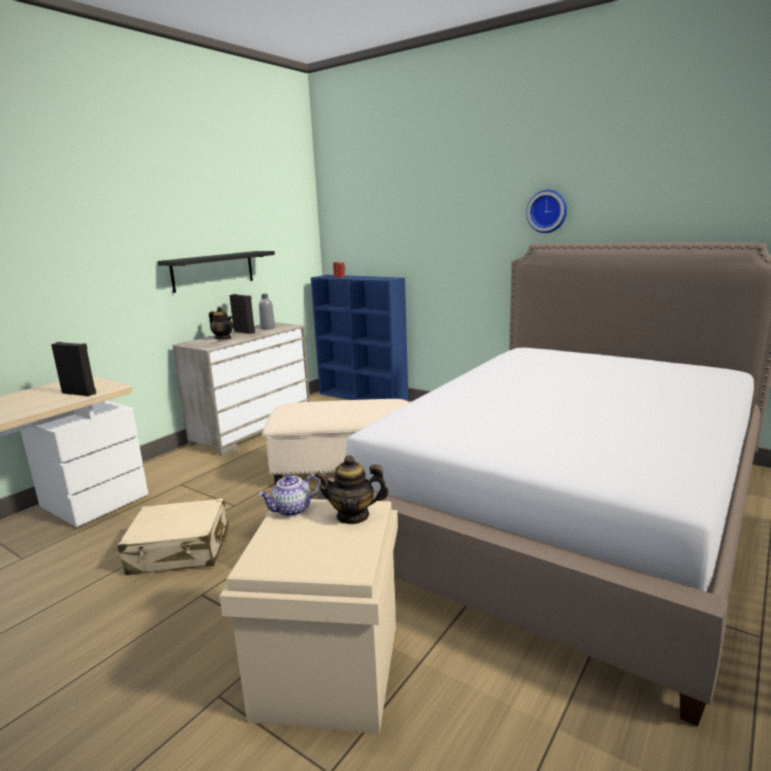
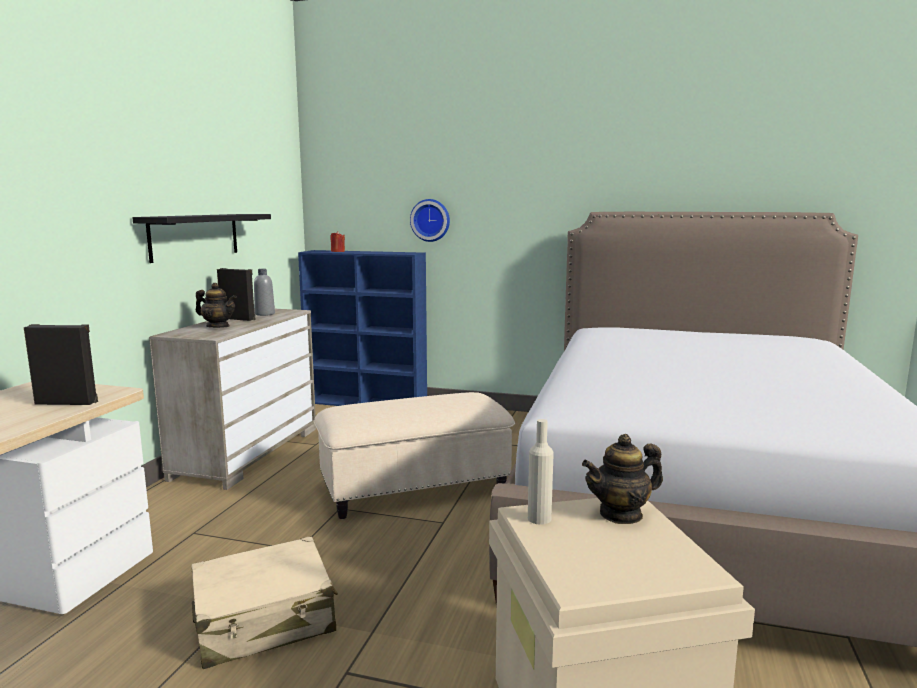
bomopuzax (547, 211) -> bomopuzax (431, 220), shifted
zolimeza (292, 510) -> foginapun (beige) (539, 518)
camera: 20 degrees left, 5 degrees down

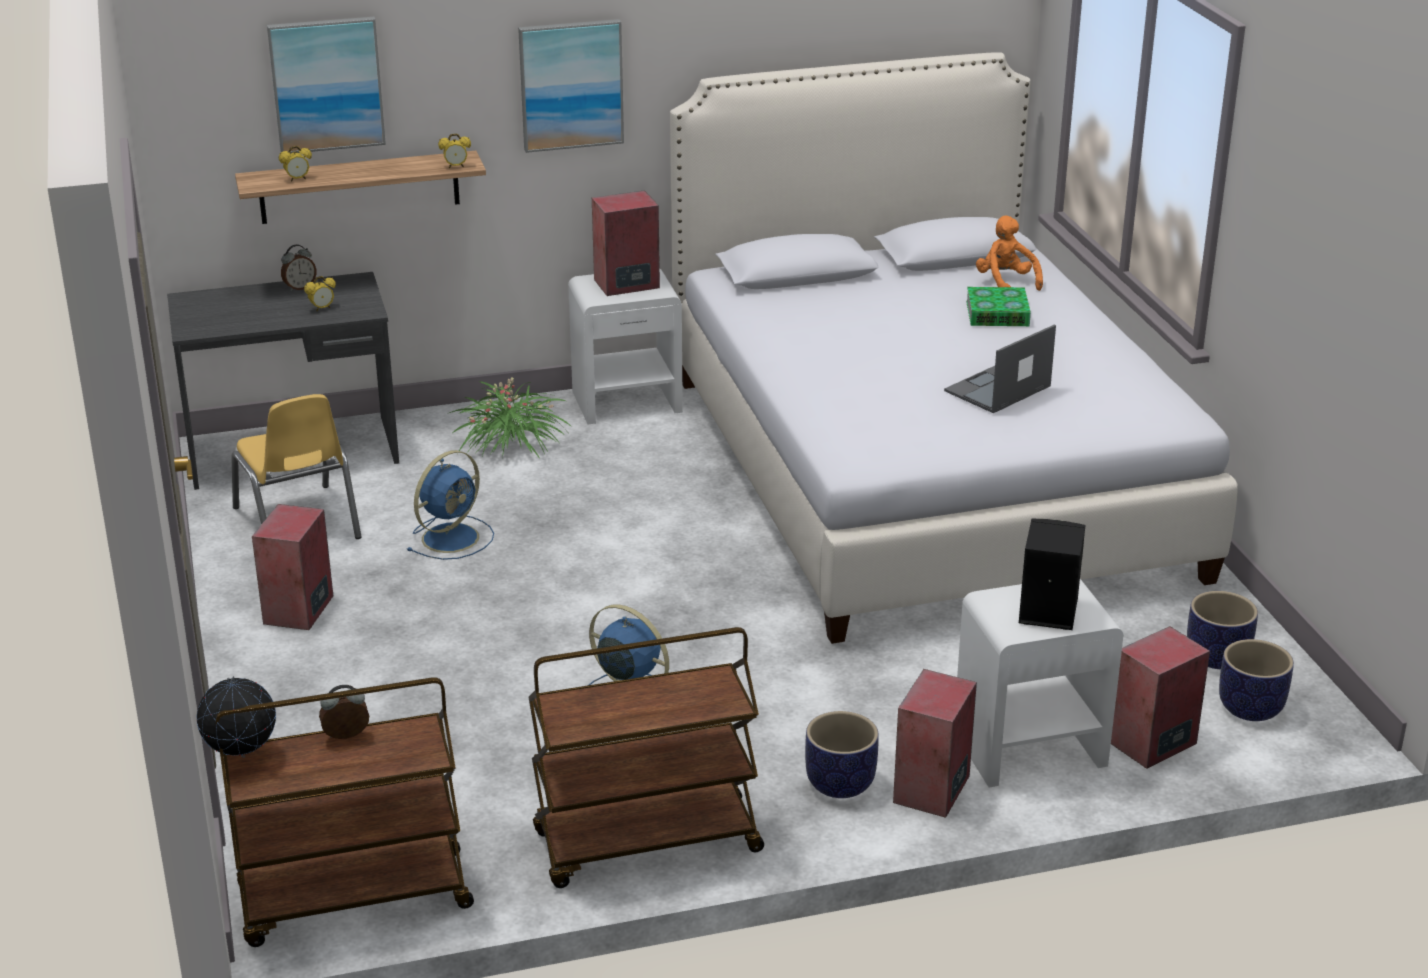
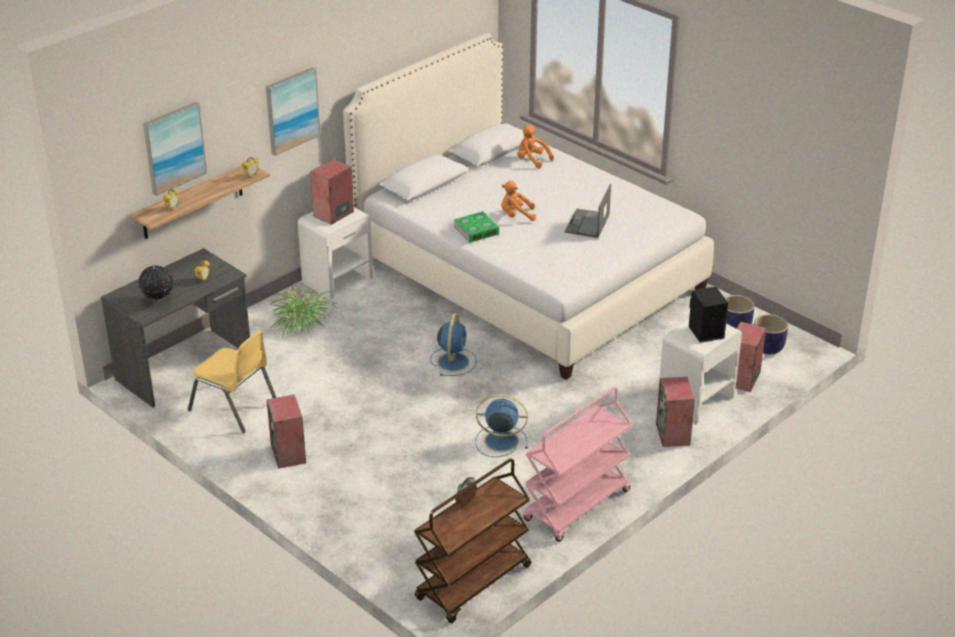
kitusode (241, 756) -> kitusode (158, 300), shifted
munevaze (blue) (452, 537) -> munevaze (blue) (453, 361), shifted
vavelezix (997, 313) -> vavelezix (476, 231), shifted
none -> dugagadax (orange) (516, 216)
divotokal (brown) (646, 844) -> divotokal (pink) (577, 506)
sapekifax (299, 287) -> none
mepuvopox (839, 784) -> none
camera: 30 degrees left, 5 degrees up

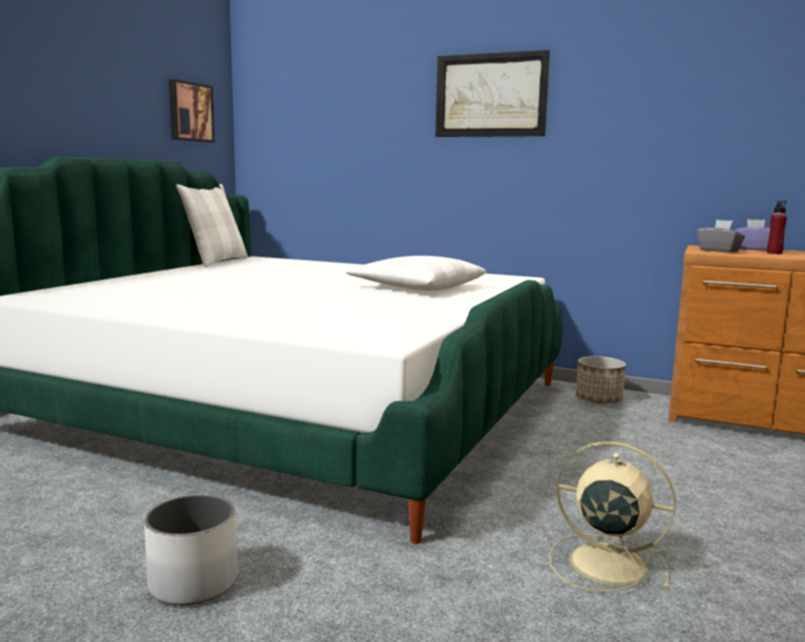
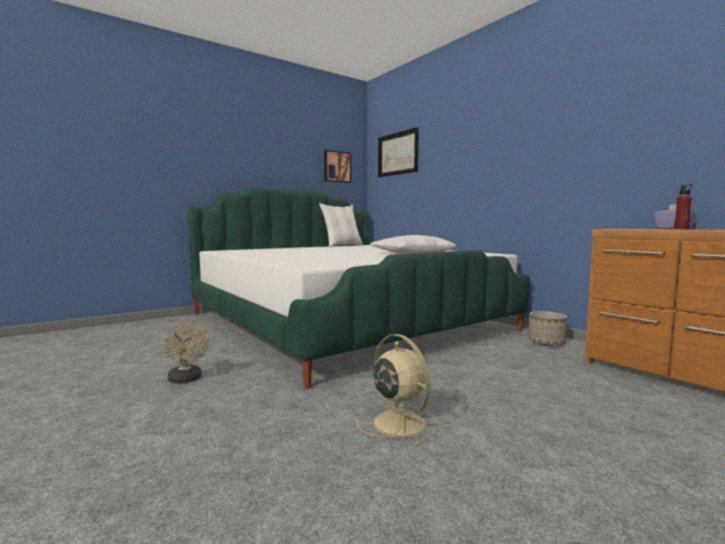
mepuvopox (white) (193, 582) -> munevaze (beige) (187, 380)
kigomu (491, 95) -> kigomu (397, 154), shifted
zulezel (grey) (719, 250) -> none
camera: 30 degrees right, 5 degrees down

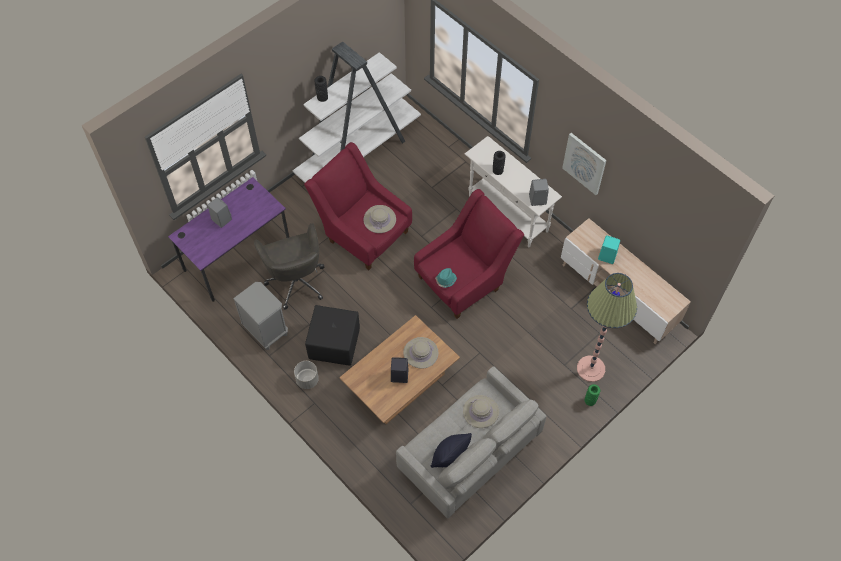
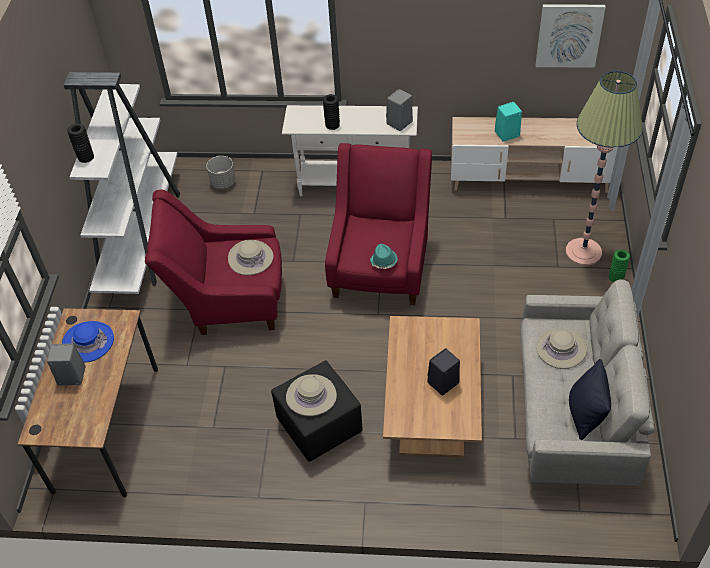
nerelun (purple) (237, 257) -> nerelun (brown) (107, 428)
none -> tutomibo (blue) (88, 342)
mepuvopox (grey) (307, 380) -> mepuvopox (grey) (223, 182), shifted
tutomibo (beige) (420, 353) -> tutomibo (beige) (311, 396), shifted
kigomu (584, 163) -> kigomu (569, 35), shifted
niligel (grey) (265, 330) -> none
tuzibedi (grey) (296, 281) -> none
camera: 40 degrees left, 10 degrees down

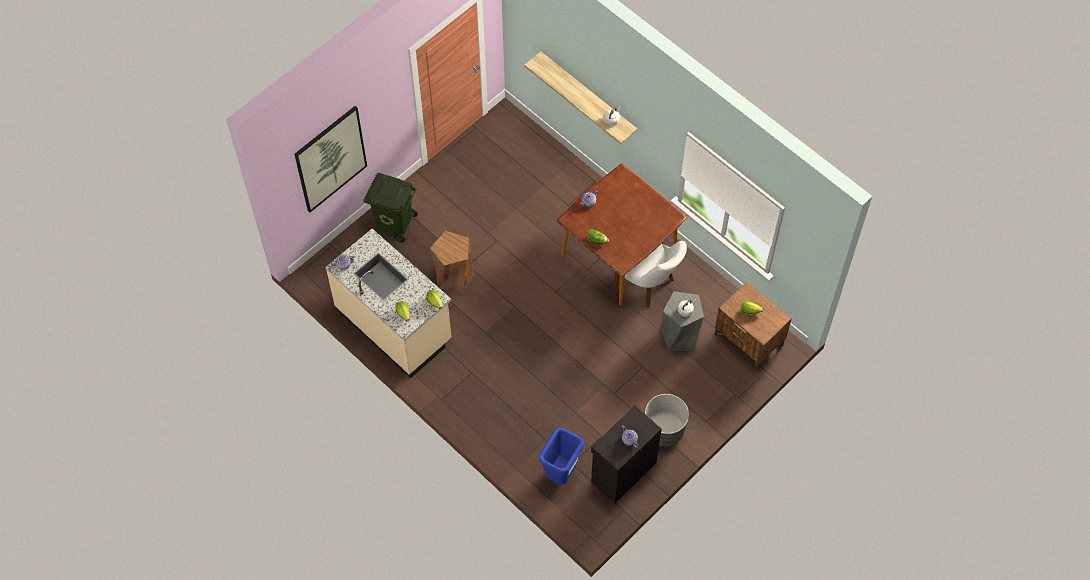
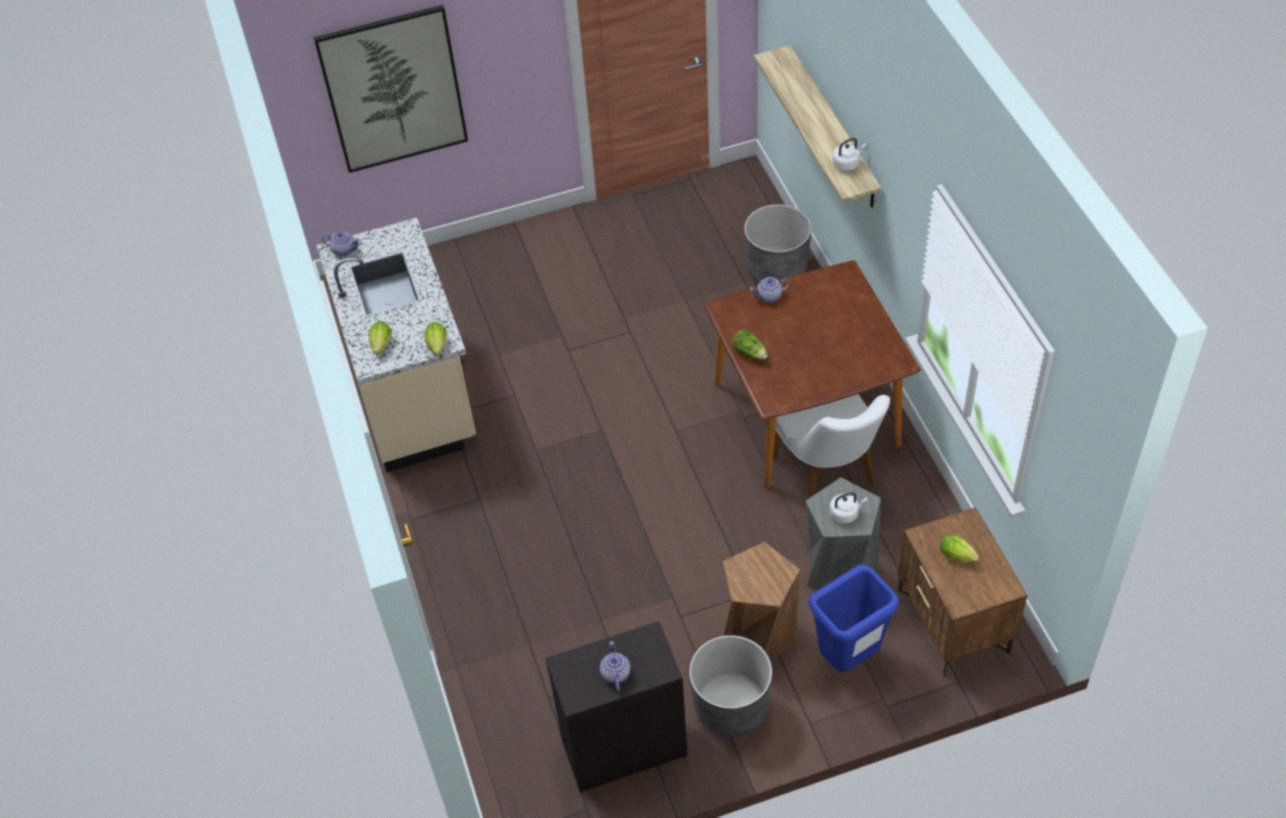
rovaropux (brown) (453, 276) -> rovaropux (brown) (758, 632), shifted
none -> mepuvopox (grey) (777, 269)
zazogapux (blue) (560, 474) -> zazogapux (blue) (847, 658), shifted
zazogapux (green) (394, 223) -> none
camera: 30 degrees right, 10 degrees down

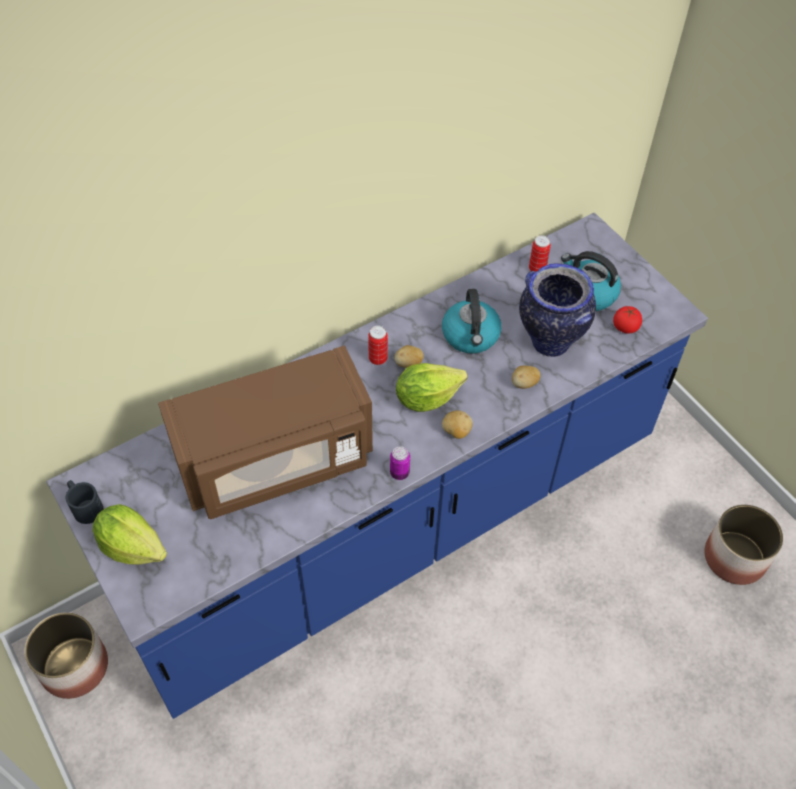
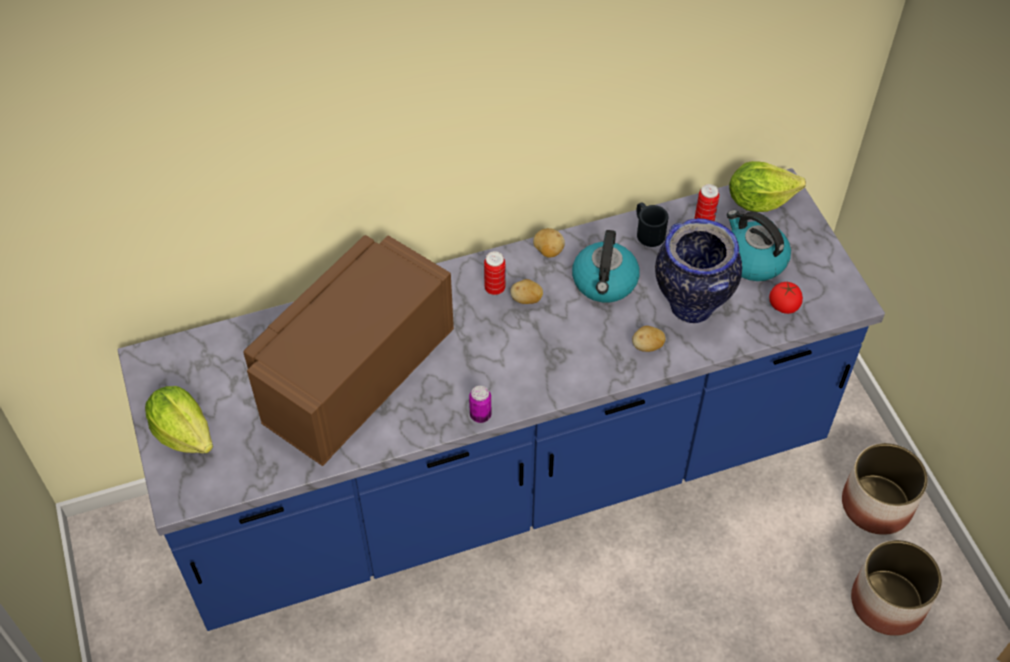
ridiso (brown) (276, 461) -> ridiso (brown) (354, 375), 135 degrees clockwise
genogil (456, 431) -> genogil (548, 251), shifted
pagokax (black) (84, 506) -> pagokax (black) (647, 231), shifted
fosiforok (426, 398) -> fosiforok (759, 200), shifted
mepuvopox (75, 667) -> mepuvopox (876, 505), shifted
camera: 15 degrees right, 0 degrees up

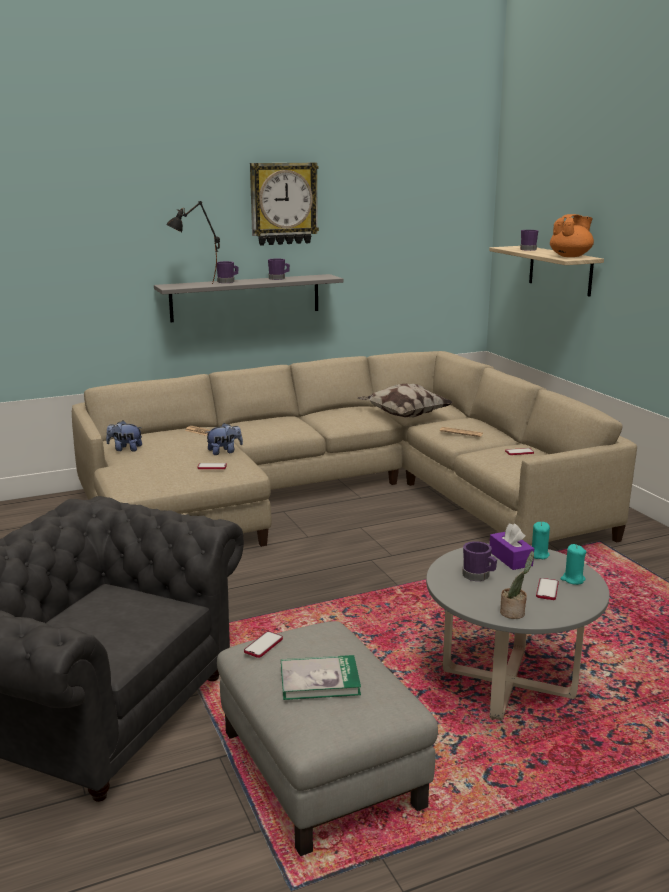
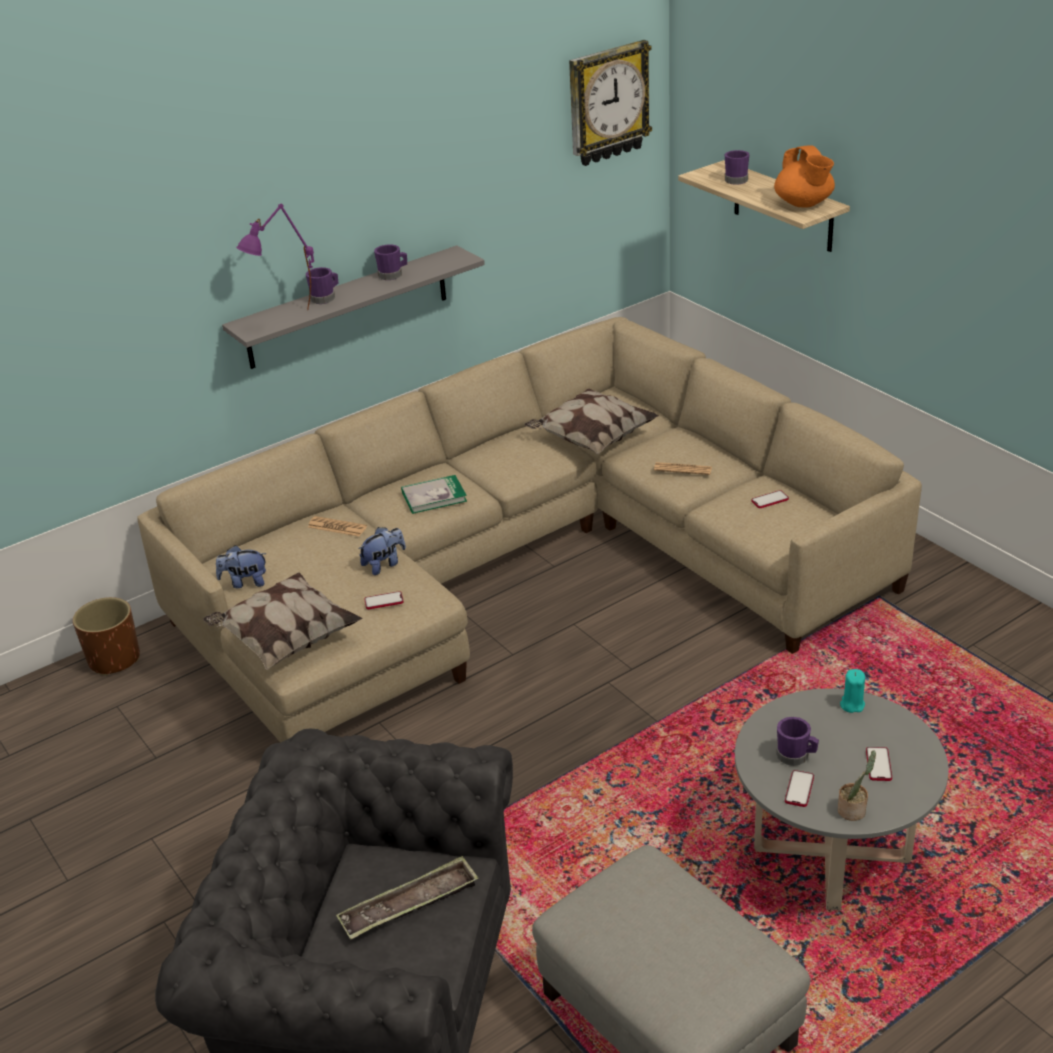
none -> mepuvopox (brown) (114, 659)
none -> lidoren (285, 640)
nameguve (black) (196, 286) -> nameguve (purple) (288, 321)
none -> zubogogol (409, 904)
vavelezix (319, 680) -> vavelezix (434, 496), shifted
bomopuzax (283, 203) -> bomopuzax (607, 103), shifted
zolimeza (orange) (570, 256) -> zolimeza (orange) (804, 204), 120 degrees clockwise
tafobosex (263, 645) -> tafobosex (799, 789), shifted
zulezel (purple) (510, 558) -> none
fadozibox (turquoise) (572, 579) -> none
camera: 10 degrees left, 15 degrees up

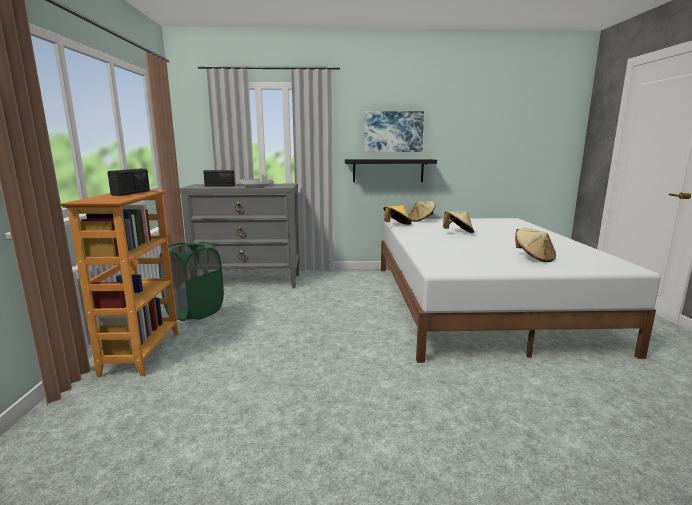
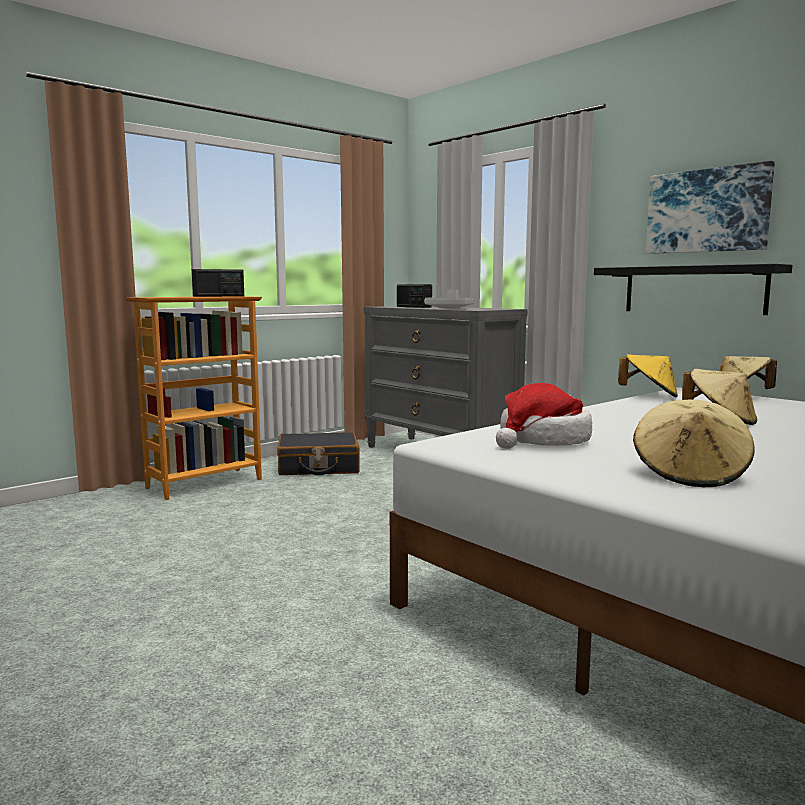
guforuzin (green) (195, 312) -> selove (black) (318, 467)
none -> tutomibo (542, 440)
camera: 50 degrees right, 5 degrees down

